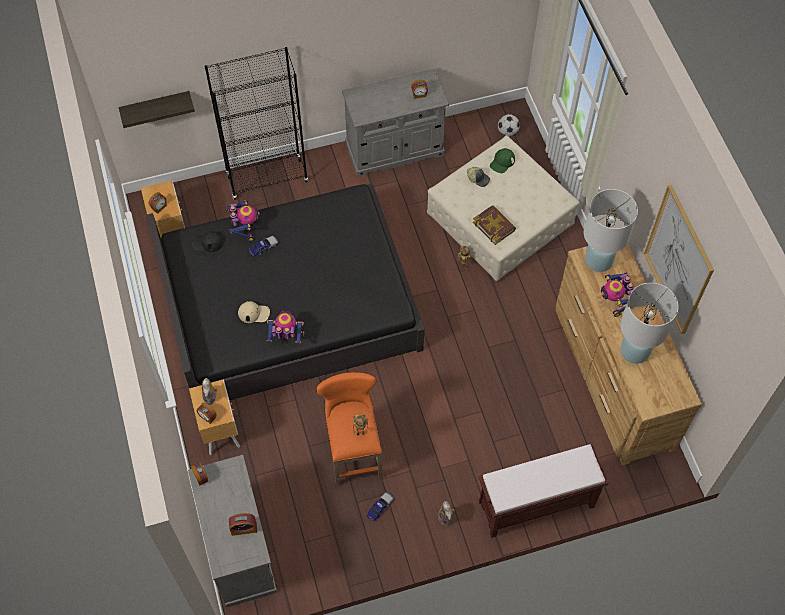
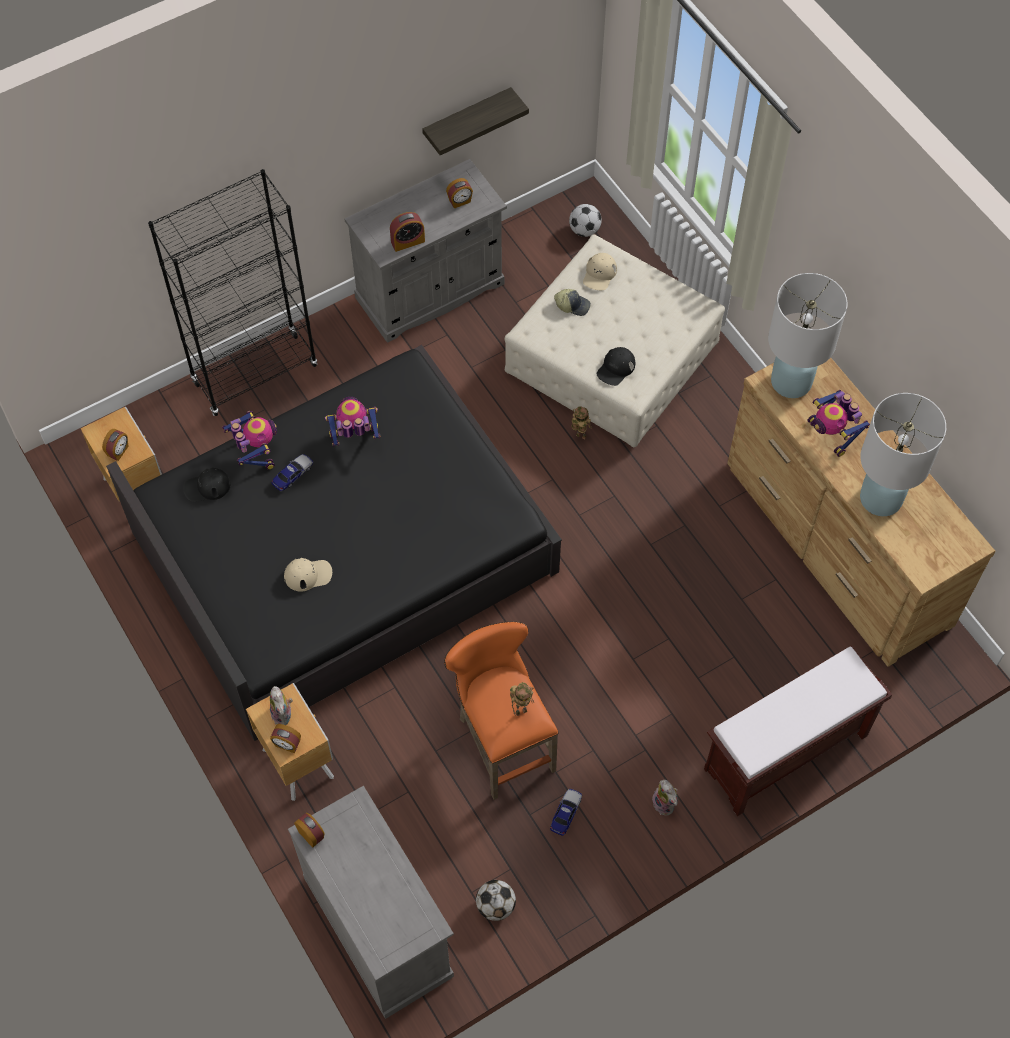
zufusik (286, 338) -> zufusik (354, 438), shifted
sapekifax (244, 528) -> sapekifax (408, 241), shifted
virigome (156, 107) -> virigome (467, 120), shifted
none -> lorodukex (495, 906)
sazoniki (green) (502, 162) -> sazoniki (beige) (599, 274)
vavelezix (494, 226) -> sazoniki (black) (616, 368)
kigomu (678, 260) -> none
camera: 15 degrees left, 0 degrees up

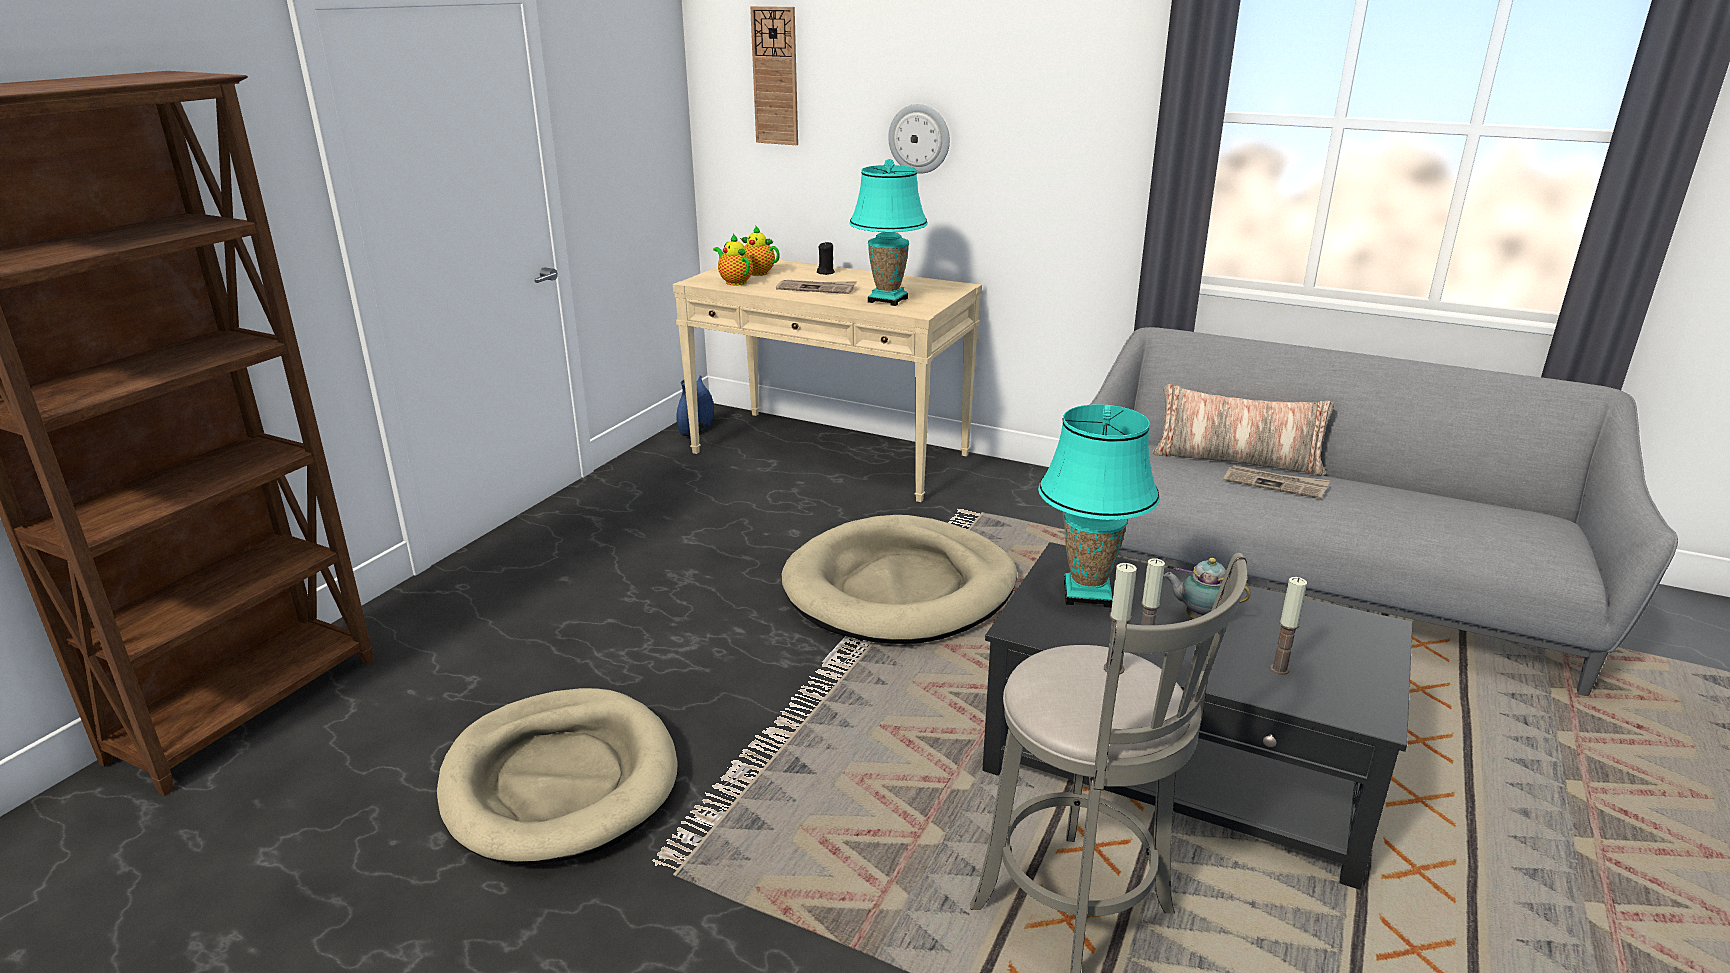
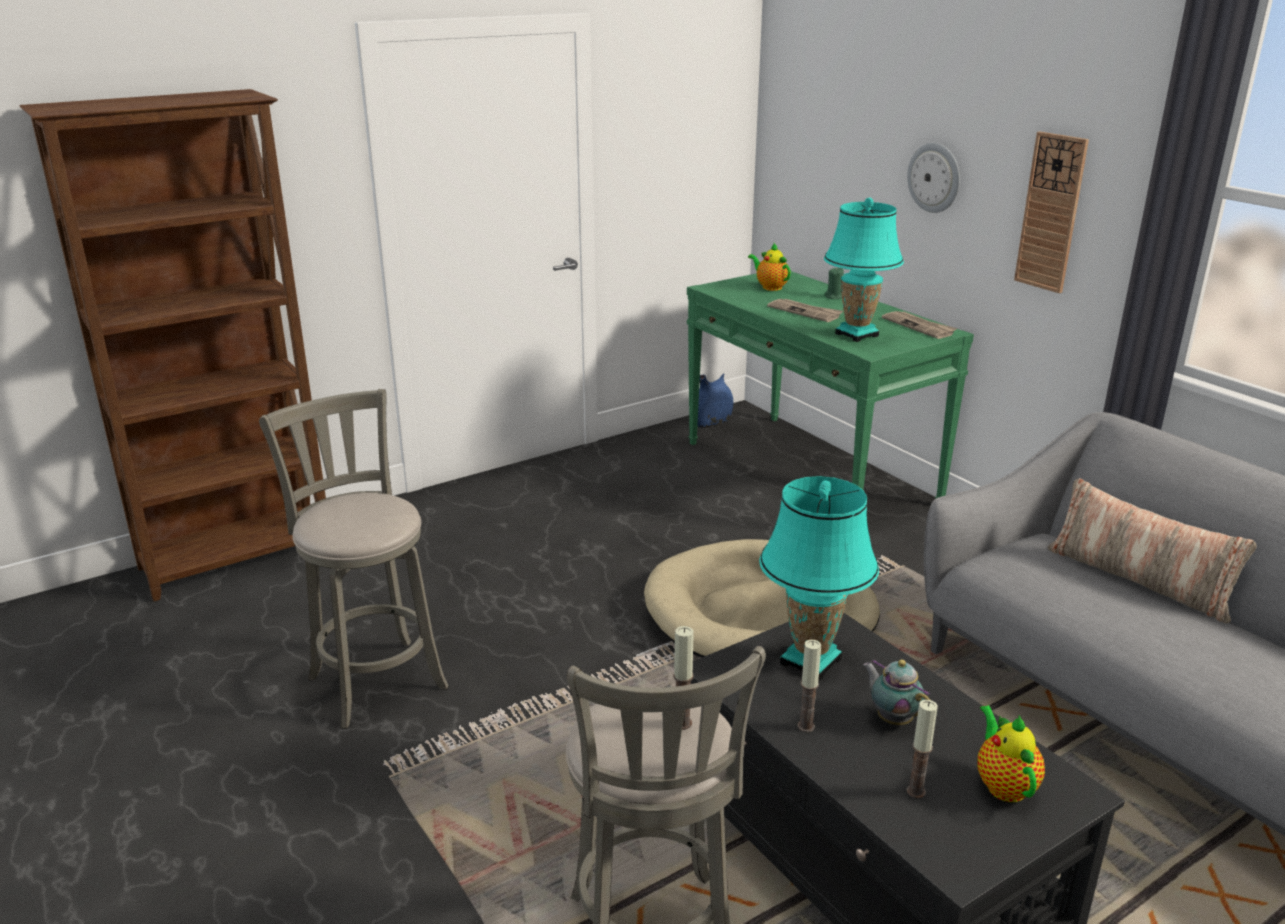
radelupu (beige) (560, 781) -> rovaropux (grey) (375, 679)
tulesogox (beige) (831, 454) -> tulesogox (green) (810, 473)
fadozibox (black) (826, 272) -> fadozibox (green) (834, 297)
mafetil (1275, 484) -> mafetil (919, 326), shifted
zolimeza (734, 282) -> zolimeza (1003, 784), shifted
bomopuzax (775, 76) -> bomopuzax (1051, 212), shifted
camera: 30 degrees right, 0 degrees up

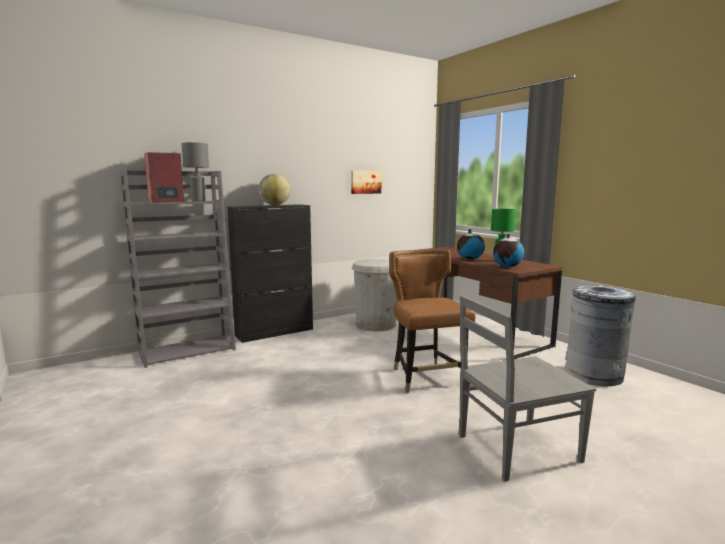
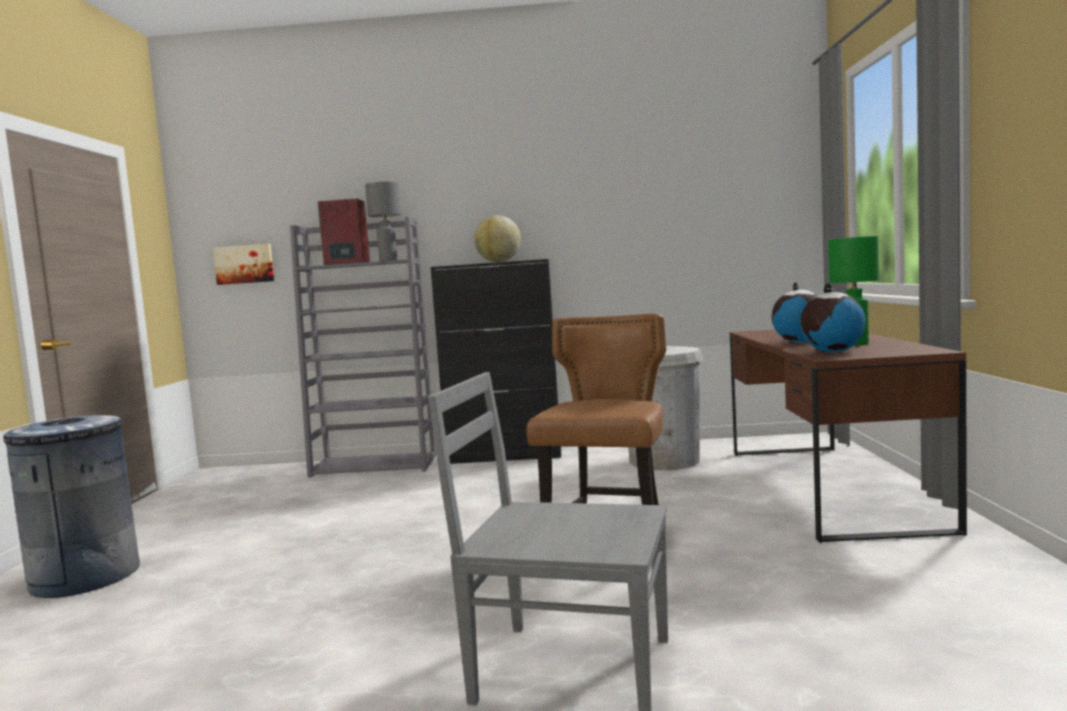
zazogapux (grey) (593, 375) -> zazogapux (grey) (85, 577), shifted
kigomu (365, 182) -> kigomu (244, 264), shifted
camera: 35 degrees right, 5 degrees down

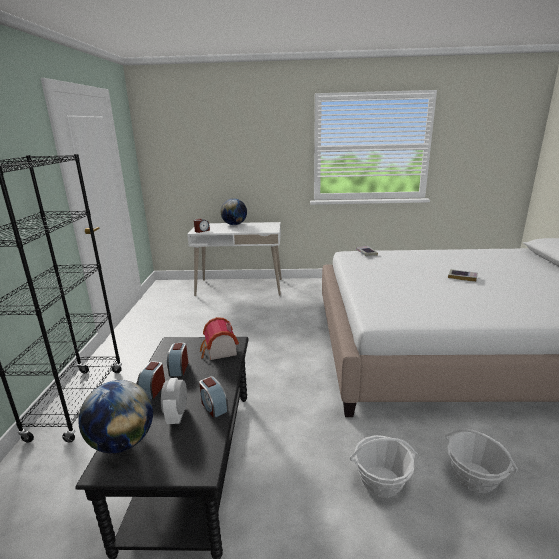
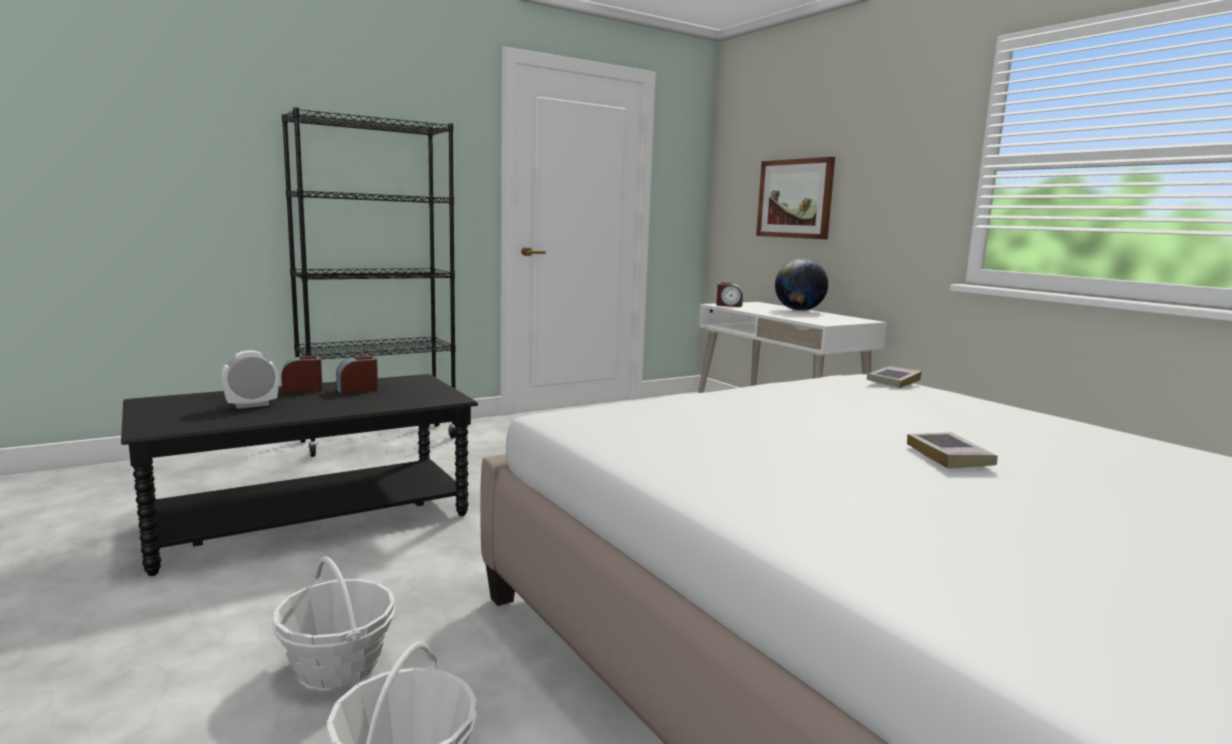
none -> kigomu (795, 198)
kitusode (123, 442) -> none
sapekifax (214, 406) -> none
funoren (219, 351) -> none
camera: 55 degrees right, 10 degrees down

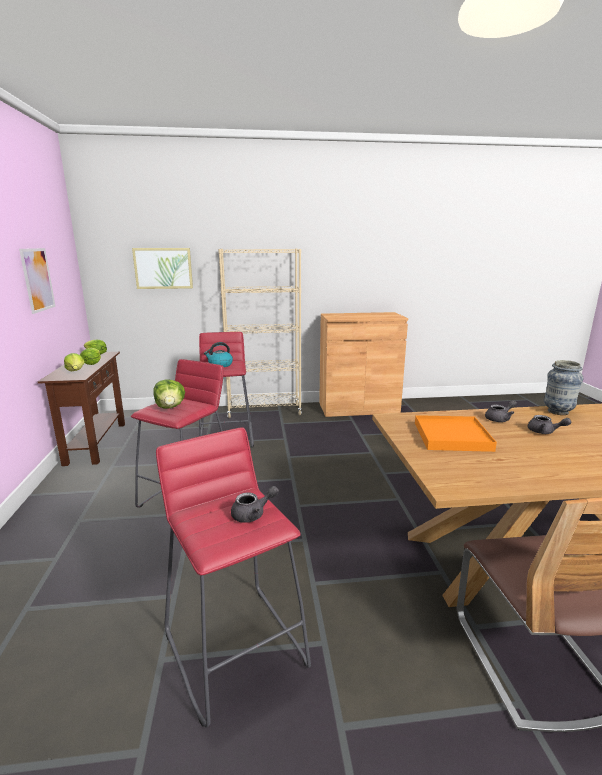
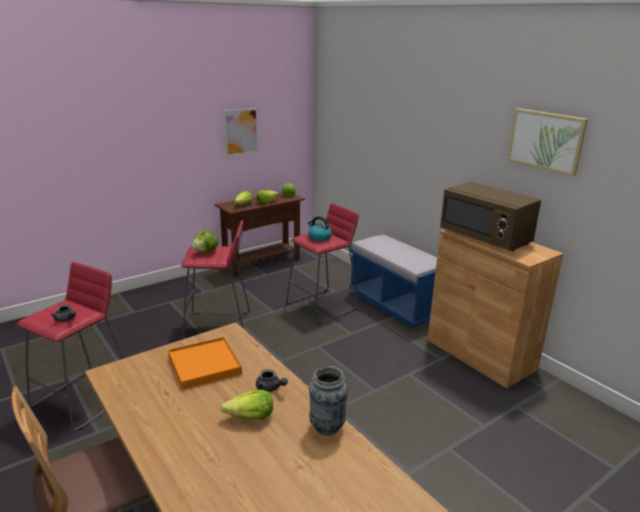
zolimeza (grey) (544, 432) -> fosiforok (250, 417)
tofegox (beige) (264, 411) -> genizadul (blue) (395, 304)
none -> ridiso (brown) (485, 238)
kigomu (163, 268) -> kigomu (546, 140), shifted
camera: 60 degrees right, 5 degrees up

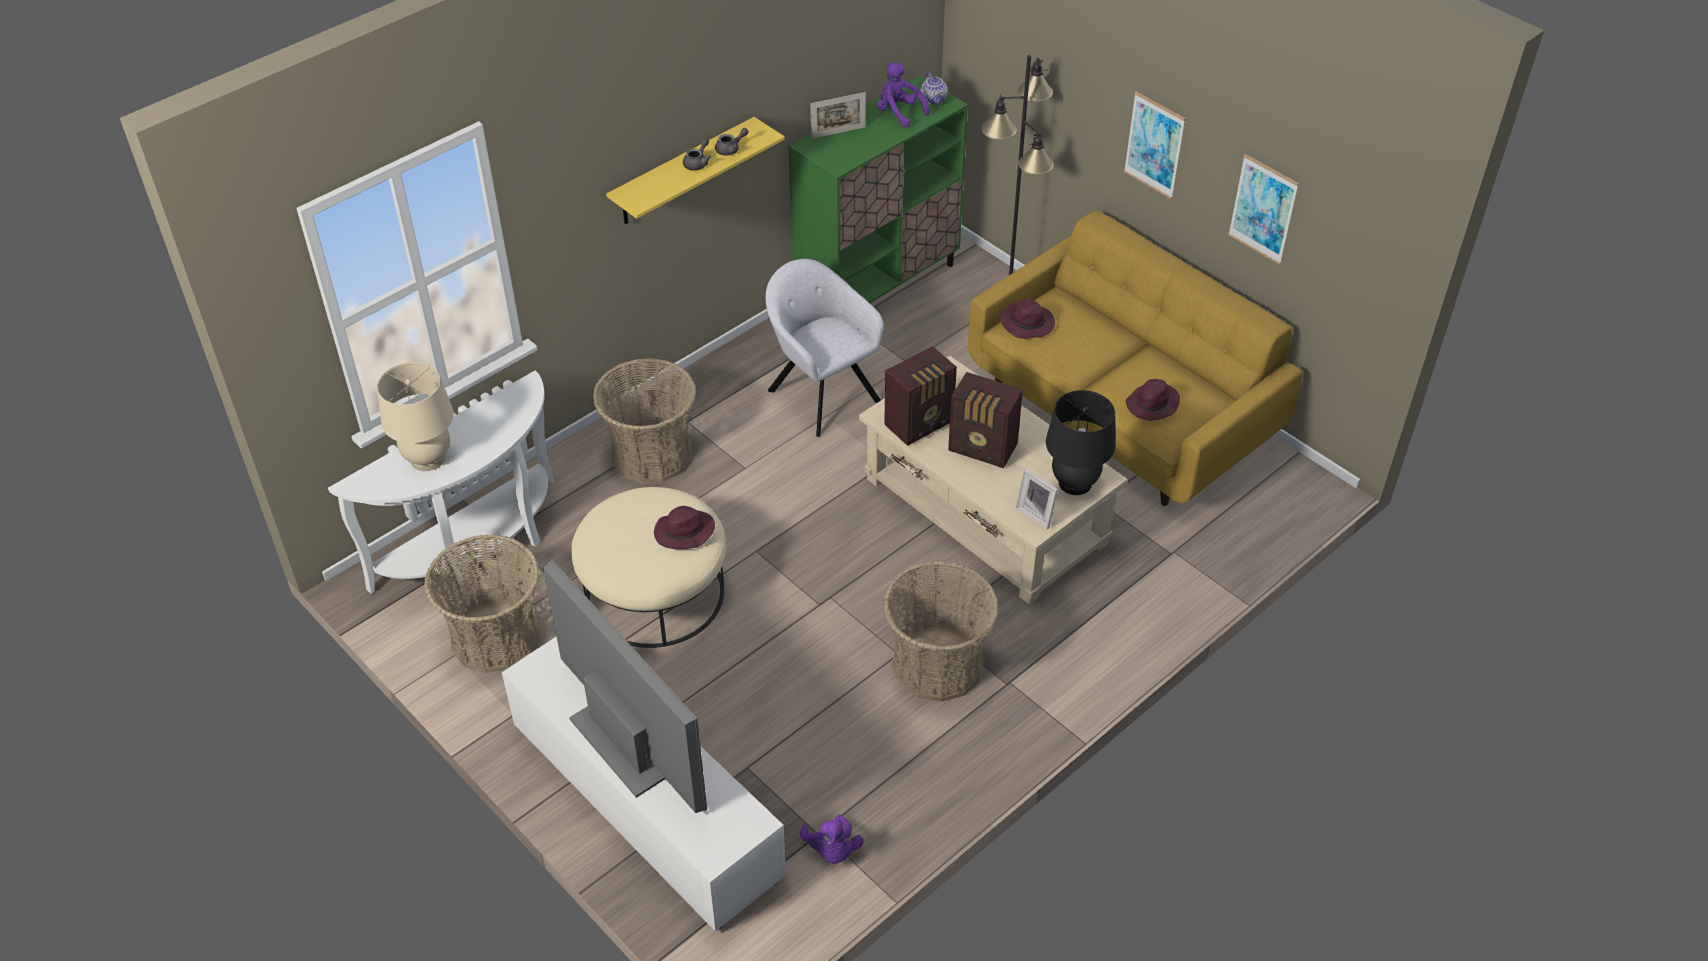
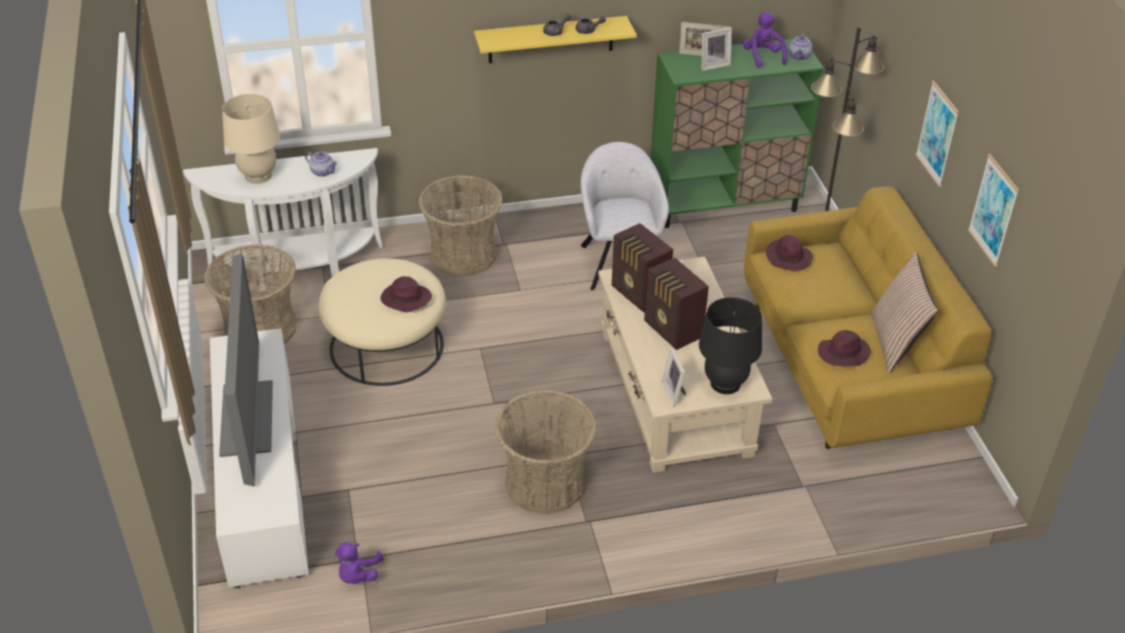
none -> zolimeza (323, 172)
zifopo (921, 423) -> zifopo (639, 294), 60 degrees clockwise
none -> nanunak (713, 64)
none -> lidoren (895, 342)
camera: 30 degrees right, 5 degrees down

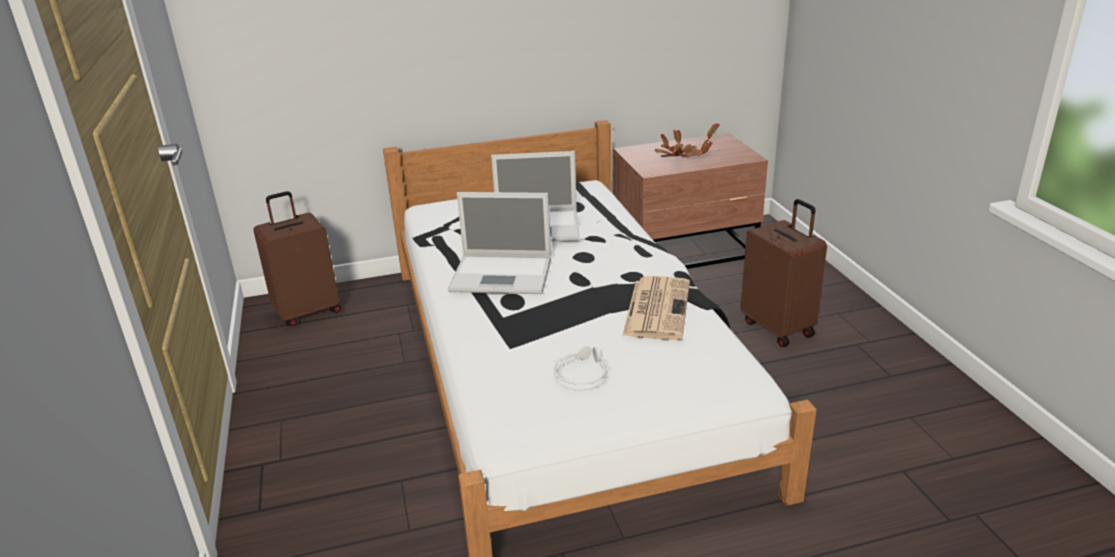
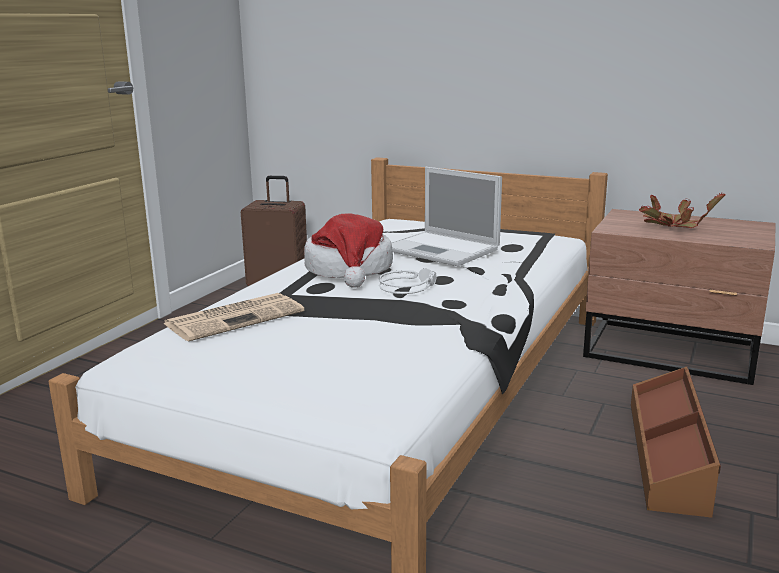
mafetil (656, 308) -> mafetil (236, 317), shifted
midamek (503, 275) -> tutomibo (349, 270)
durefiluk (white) (580, 373) -> durefiluk (white) (407, 287), shifted
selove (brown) (779, 328) -> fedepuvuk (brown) (669, 454)
camera: 40 degrees right, 10 degrees down

